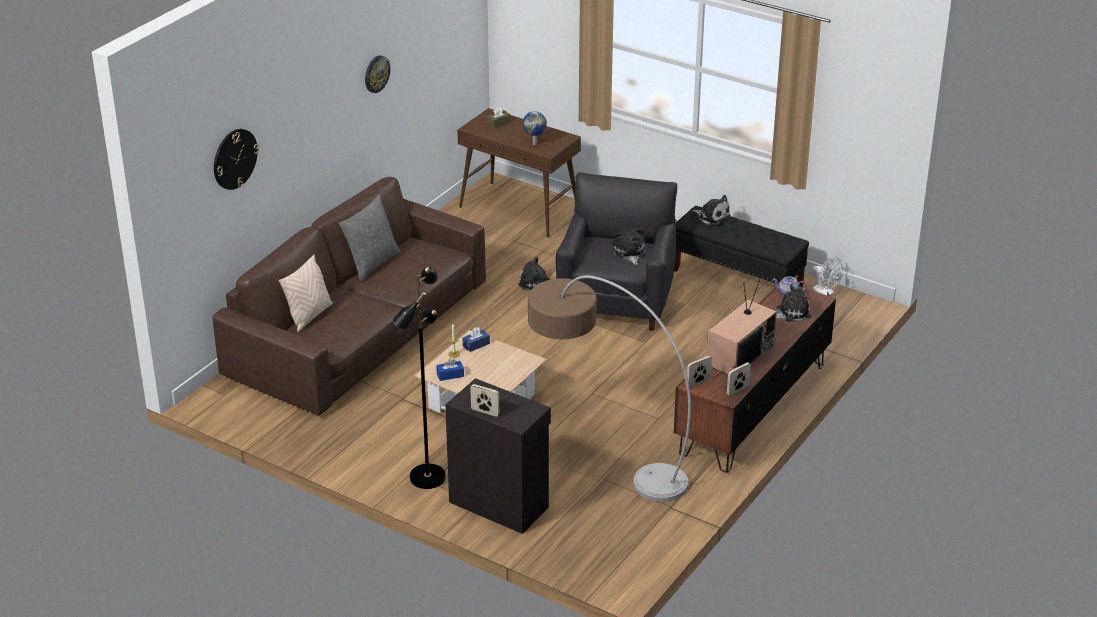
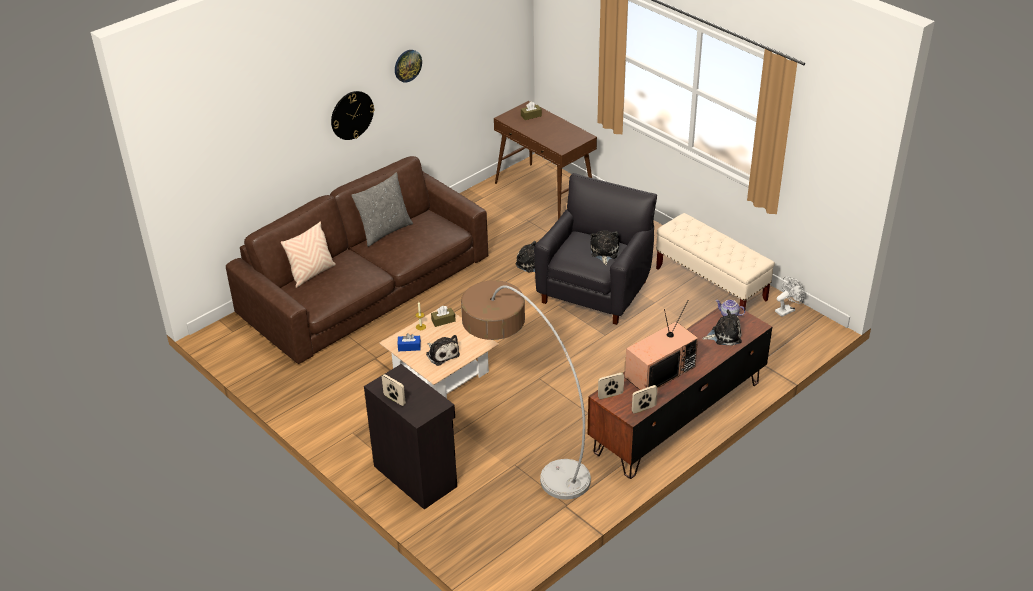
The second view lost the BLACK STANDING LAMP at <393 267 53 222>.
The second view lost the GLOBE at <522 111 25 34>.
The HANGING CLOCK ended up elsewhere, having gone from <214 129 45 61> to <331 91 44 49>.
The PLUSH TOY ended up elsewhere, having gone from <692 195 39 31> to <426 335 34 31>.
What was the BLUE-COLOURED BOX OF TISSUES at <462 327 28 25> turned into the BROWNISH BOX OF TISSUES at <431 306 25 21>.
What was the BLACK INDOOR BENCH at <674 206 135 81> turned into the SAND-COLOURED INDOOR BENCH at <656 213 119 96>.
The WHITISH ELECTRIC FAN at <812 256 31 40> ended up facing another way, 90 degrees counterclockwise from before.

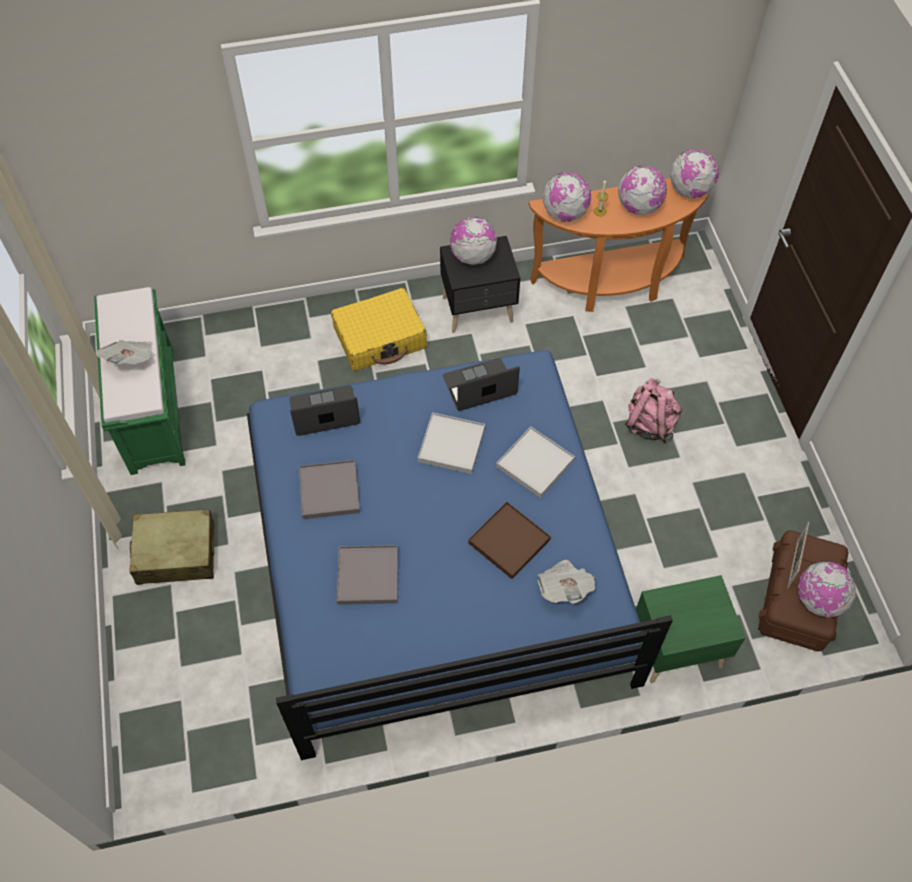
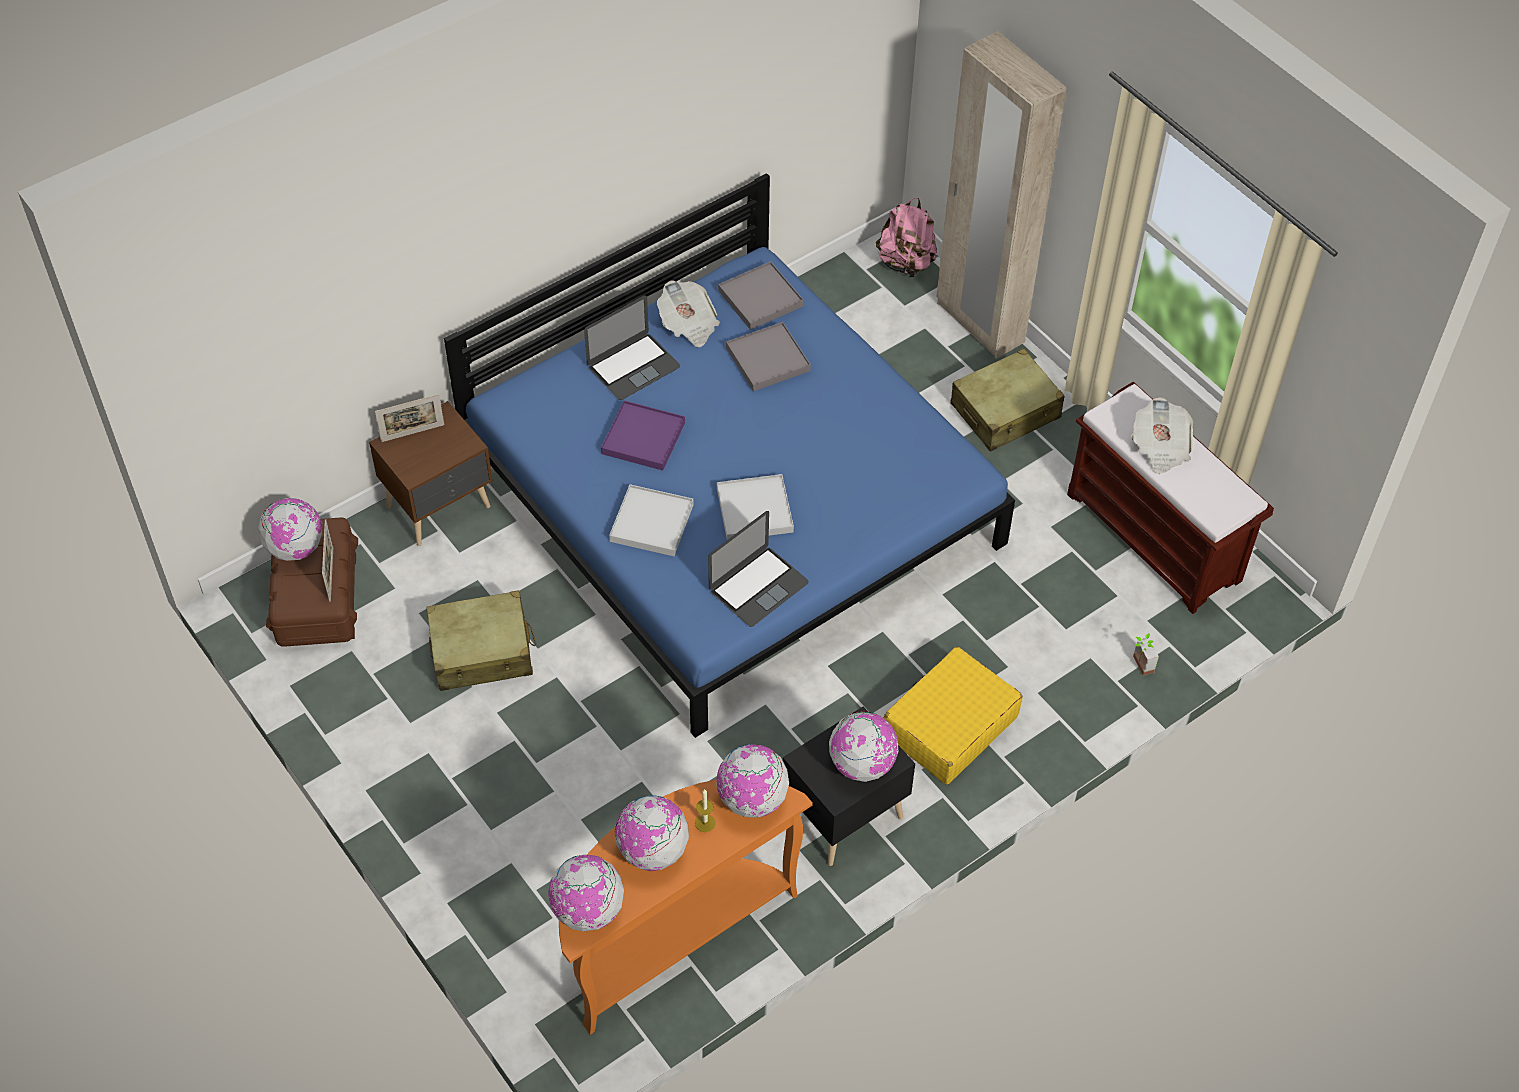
The second view gained the PICTURE FRAME at <375 394 69 48>.
The second view gained the SAND-COLOURED PIECE OF LUGGAGE at <427 590 109 101>.
The second view gained the SAND-COLOURED ARMOIRE at <937 31 130 328>.
The second view gained the PLANT IN A POT at <1133 633 26 43>.
The NOTEBOOK COMPUTER ended up elsewhere, having gone from <289 385 71 51> to <584 295 96 105>.
The GRAY SERVING TRAY ended up elsewhere, having gone from <299 460 61 59> to <718 261 85 69>.
The NEWSPAPER ended up elsewhere, having gone from <537 560 58 44> to <657 280 63 67>.
The PINK-COLOURED BACKPACK ended up elsewhere, having gone from <625 378 57 65> to <876 198 61 79>.
What was the GREEN-COLOURED INDOOR BENCH at <94 287 92 188> turned into the BROWNISH INDOOR BENCH at <1067 382 207 232>.
What was the BROWNISH SERVING TRAY at <468 502 83 77> turned into the PURPLISH SERVING TRAY at <601 400 84 71>.
What was the GREEN-COLOURED NIGHT TABLE at <636 575 109 108> turned into the BROWNISH NIGHT TABLE at <369 401 124 145>.

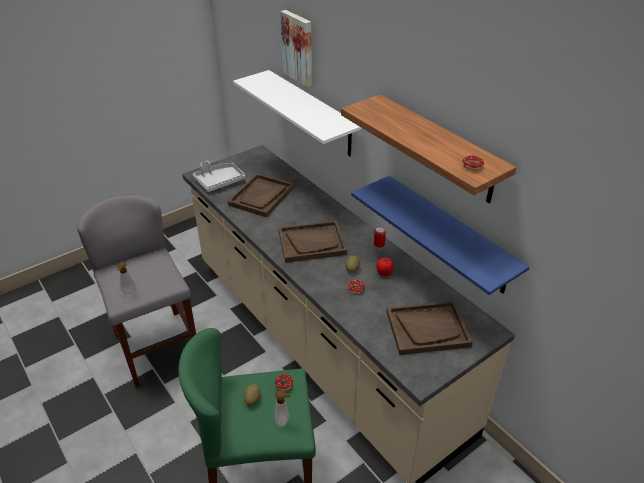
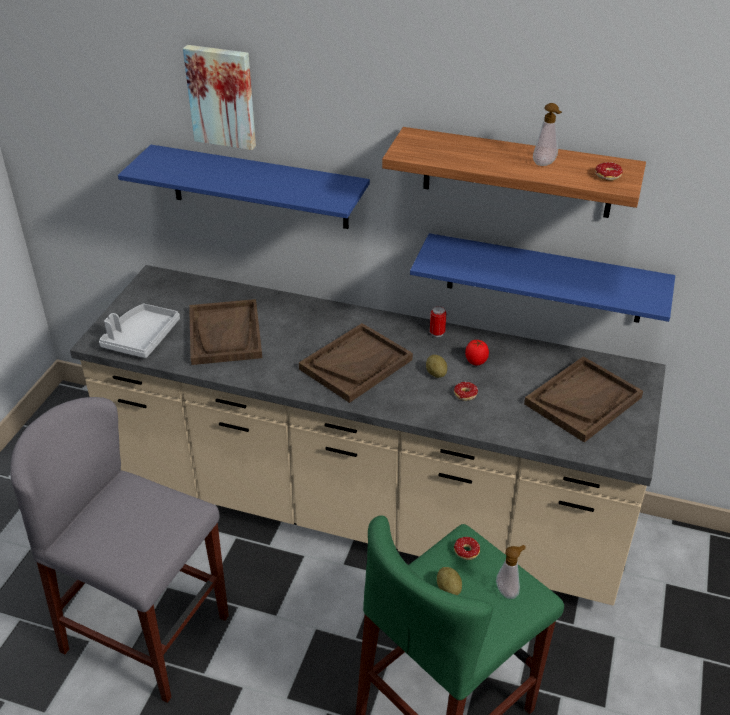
The SOAP BOTTLE ended up elsewhere, having gone from <118 262 19 32> to <533 103 29 63>.
What was the WHITISH BRACKET SHELF at <233 70 129 86> turned into the BLUE-COLOURED BRACKET SHELF at <118 145 252 84>.

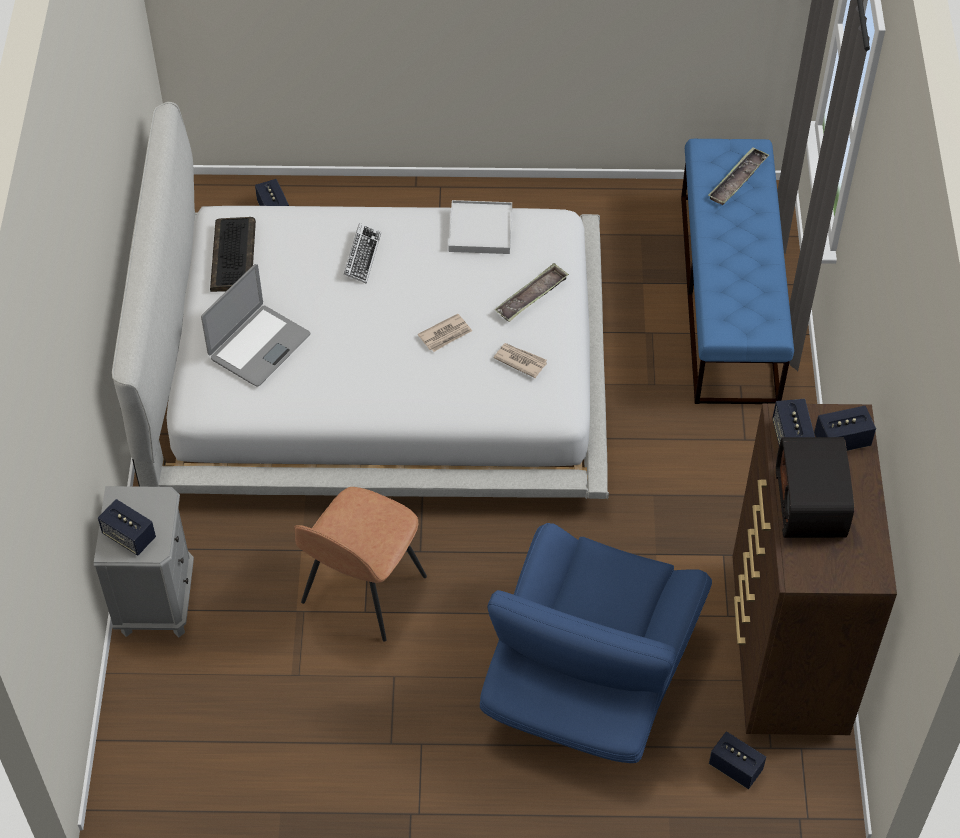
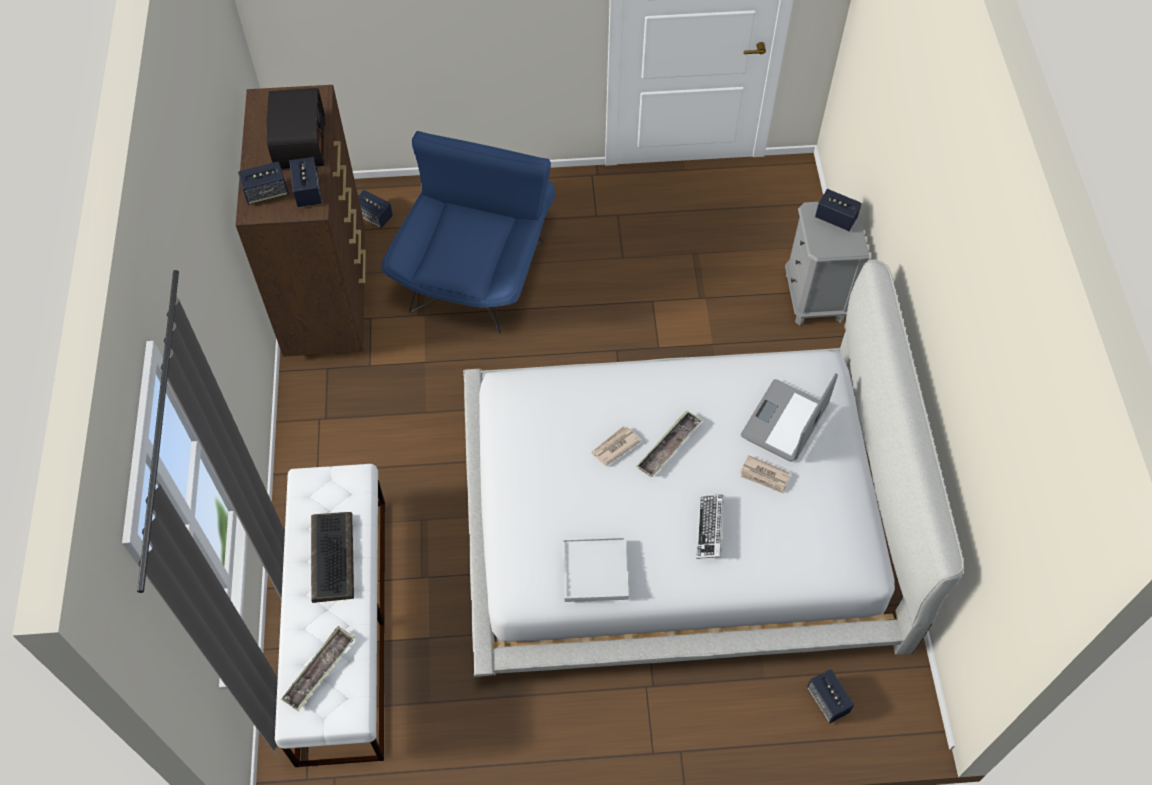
The second view lost the BROWNISH CHAIR at <294 487 133 154>.
The COMPUTER KEYBOARD ended up elsewhere, having gone from <210 217 46 75> to <311 512 43 91>.
The SERVING TRAY ended up elsewhere, having gone from <494 263 75 59> to <636 410 66 67>.
The NEWSPAPER ended up elsewhere, having gone from <494 343 53 35> to <740 455 51 39>.
What was the BLUE-COLOURED INDOOR BENCH at <681 139 113 265> turned into the WHITISH INDOOR BENCH at <275 464 110 303>.

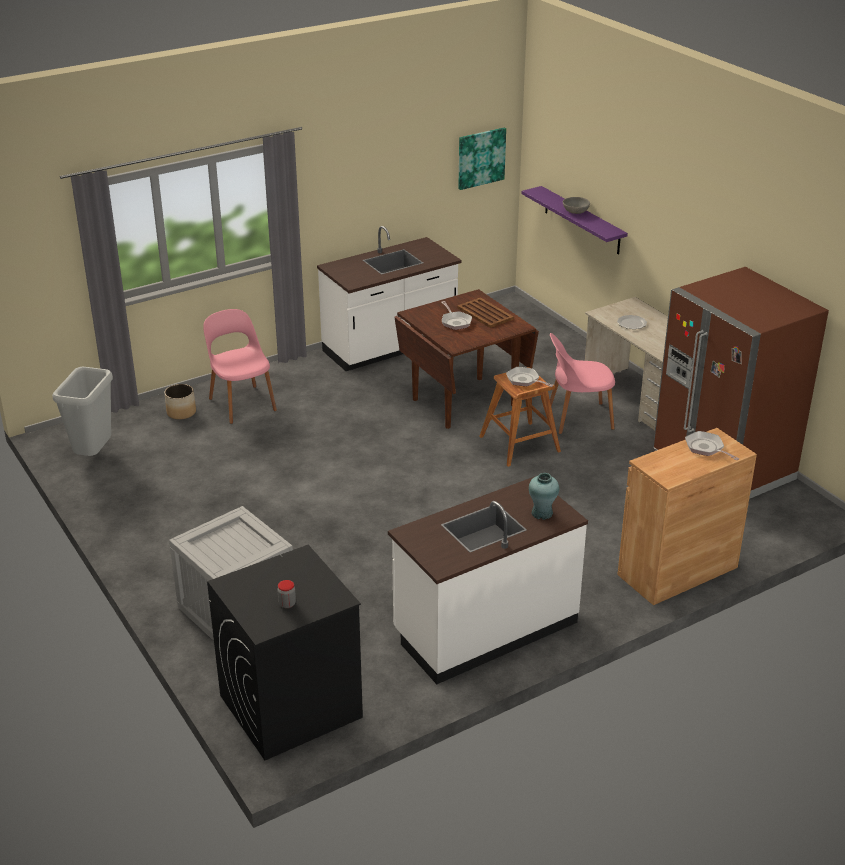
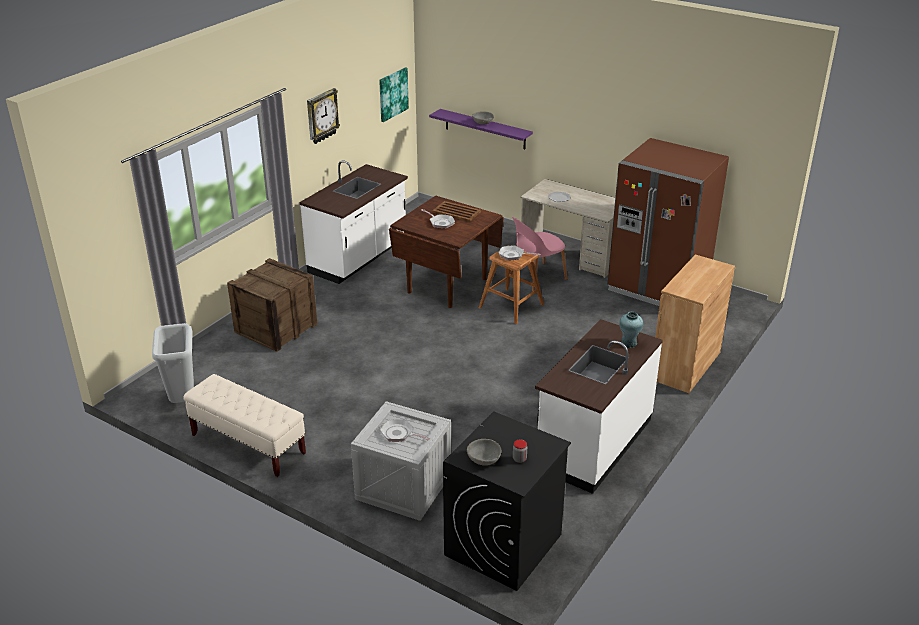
The second view lost the PLANTER at <164 384 32 36>.
The second view gained the SAND-COLOURED INDOOR BENCH at <183 374 123 103>.
The second view gained the HANGING CLOCK at <307 88 33 56>.
The second view gained the GRAY BOWL at <467 439 34 27>.
The FRYING PAN ended up elsewhere, having gone from <685 431 55 29> to <380 419 50 23>.
Where the PINK-COLOURED CHAIR stood at <203 309 74 115>, the SHIPPING CRATE came to stand at <227 258 90 94>.

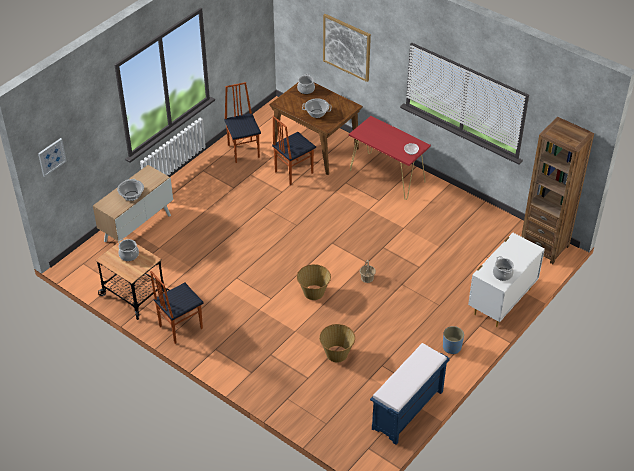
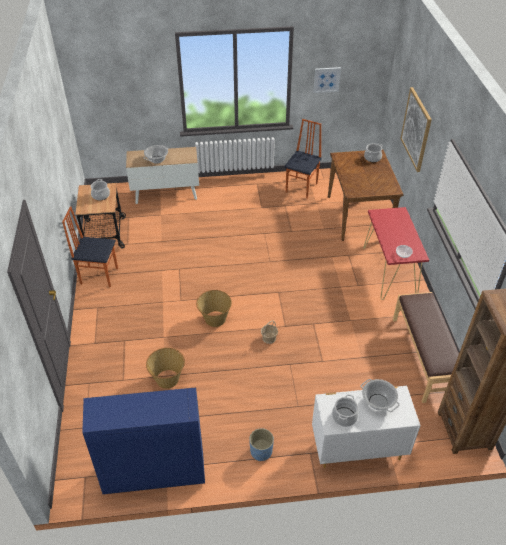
The second view lost the CHAIR at <272 116 44 69>.
The second view gained the BROWNISH INDOOR BENCH at <393 292 66 111>.
The WALL PICTURE ended up elsewhere, having gone from <38 138 29 39> to <313 67 28 26>.
The SAUCEPOT ended up elsewhere, having gone from <302 98 30 20> to <361 379 39 33>.
Where the BLUE-COLOURED INDOOR BENCH stood at <370 343 79 102>, the BLUE-COLOURED CUPBOARD came to stand at <82 387 123 107>.

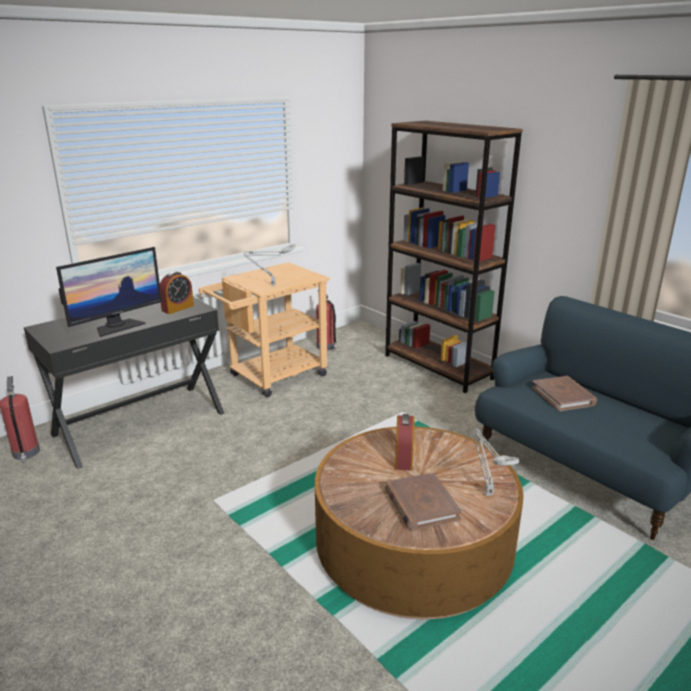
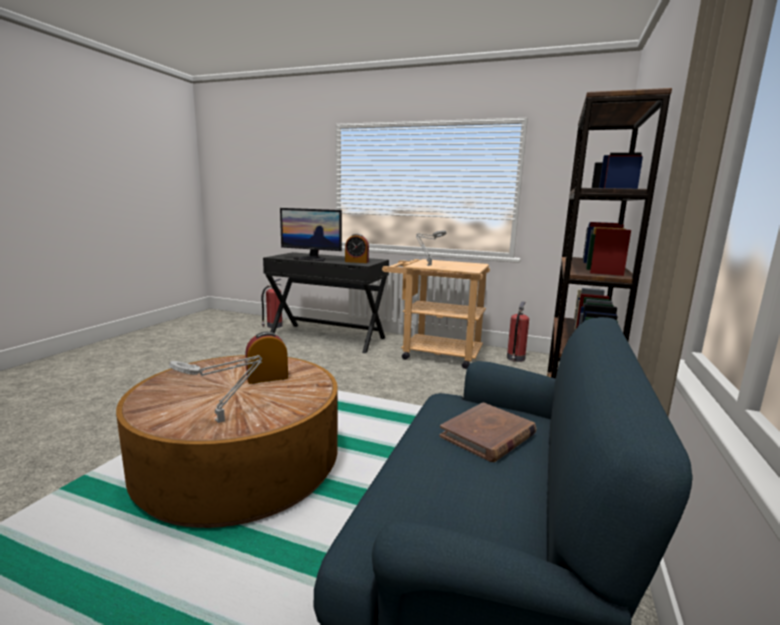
The second view lost the BROWNISH BOOK at <385 472 77 59>.

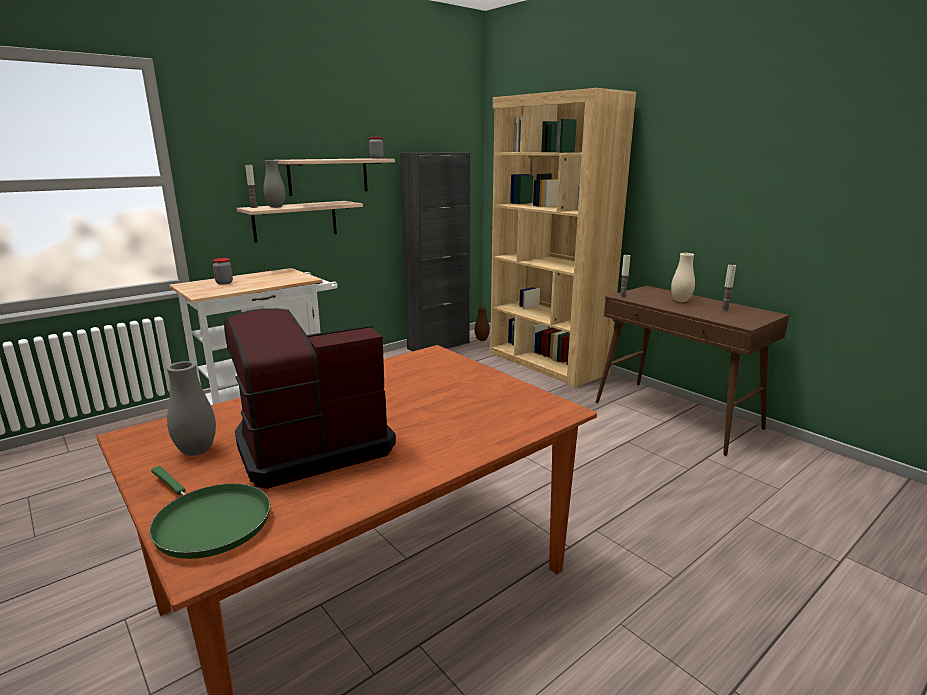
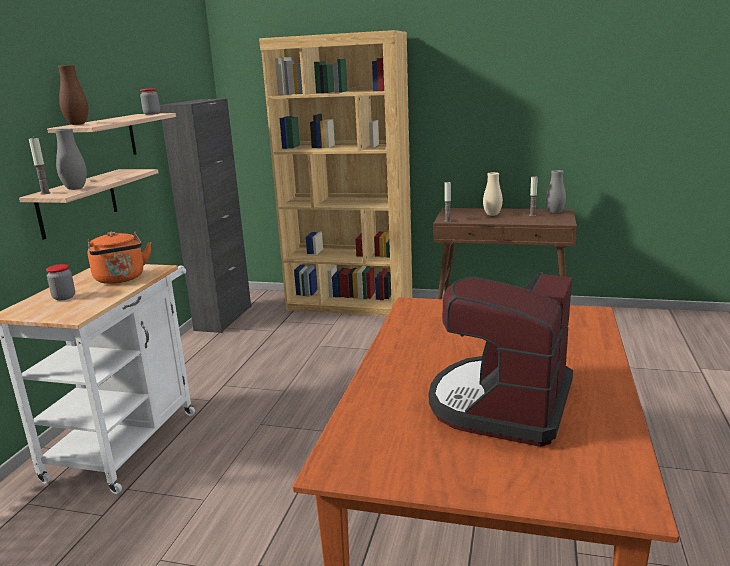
The second view lost the GREEN-COLOURED FRYING PAN at <149 466 121 93>.
The second view gained the ORANGE-COLOURED TEA KETTLE at <87 232 64 52>.
The GRAY VASE ended up elsewhere, having gone from <167 361 49 95> to <546 170 20 44>.
The BROWNISH VASE ended up elsewhere, having gone from <475 308 15 33> to <58 65 30 60>.

